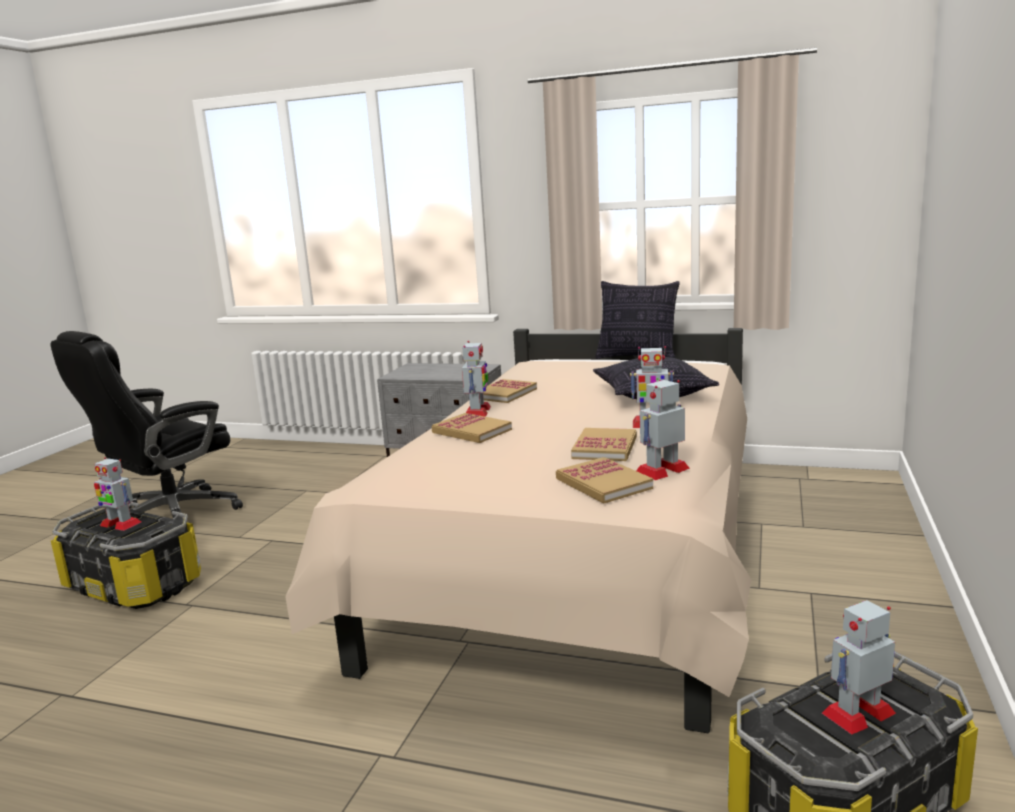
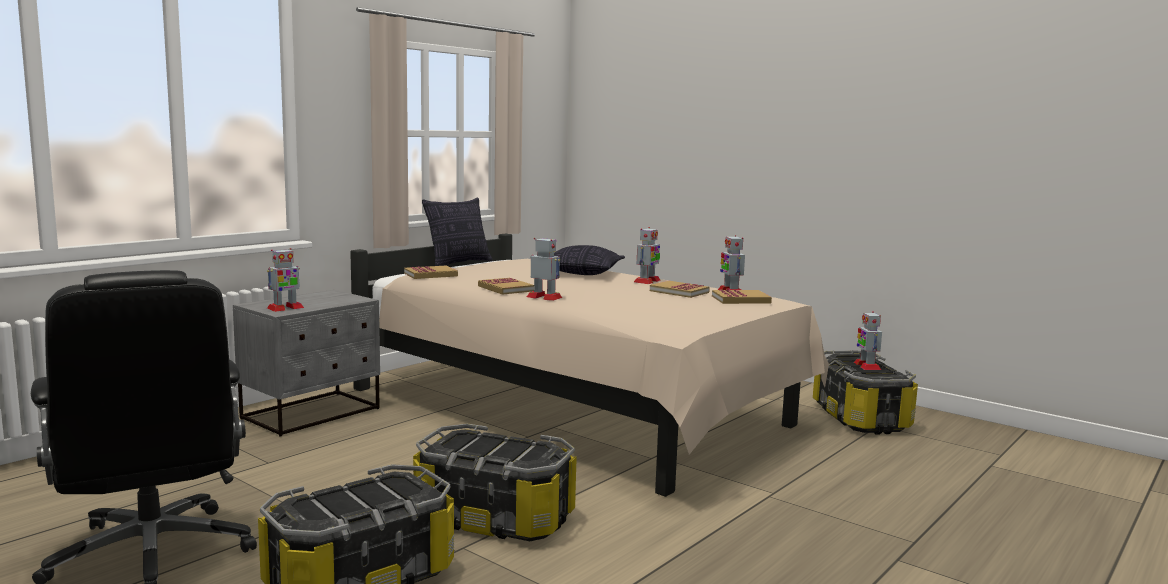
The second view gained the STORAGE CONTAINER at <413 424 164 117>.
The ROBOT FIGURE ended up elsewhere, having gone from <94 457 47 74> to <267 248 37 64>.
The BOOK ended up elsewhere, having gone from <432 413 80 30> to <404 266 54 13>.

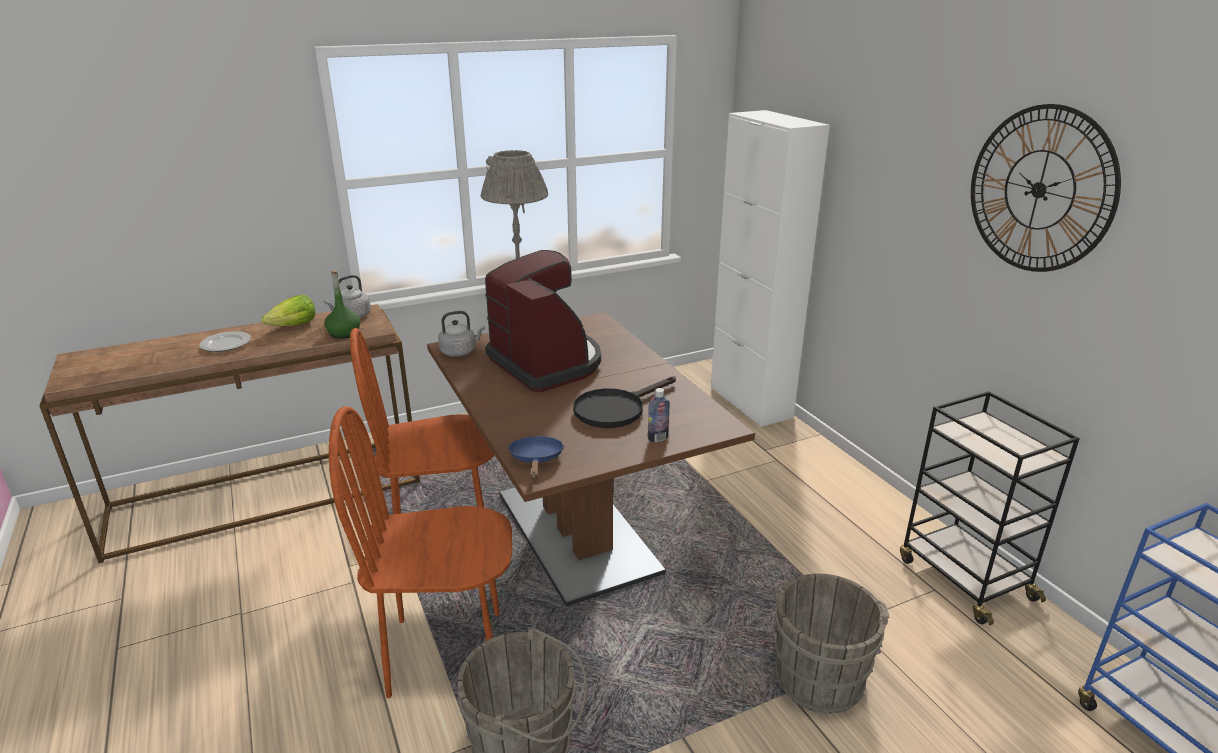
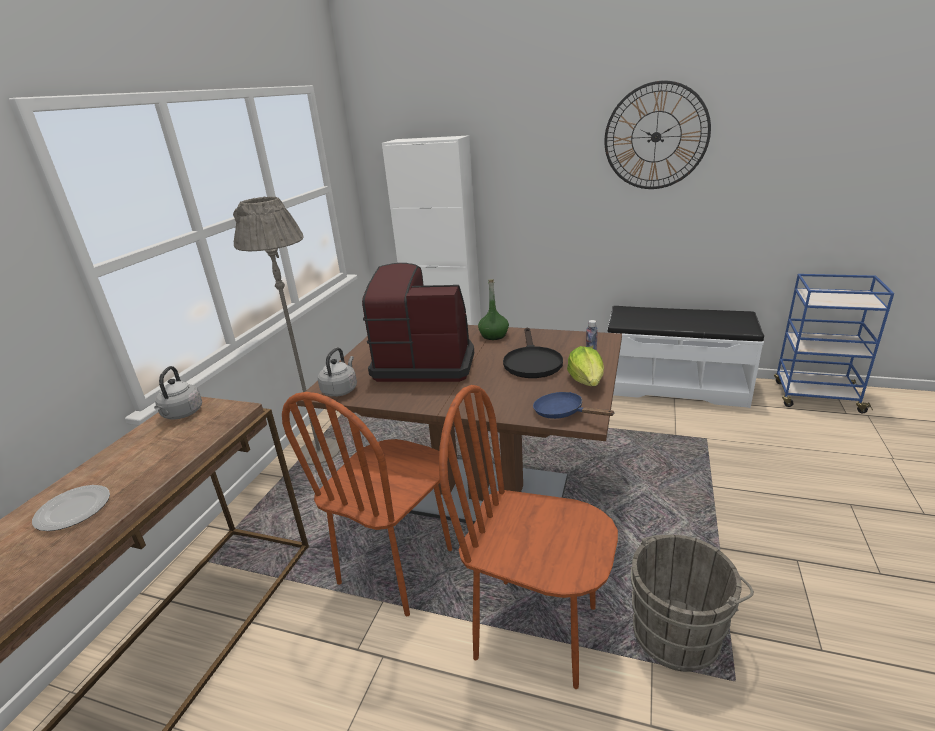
The second view lost the GRAY PAIL at <775 574 115 140>.
The LETTUCE HEAD ended up elsewhere, having gone from <261 295 55 31> to <567 346 37 40>.
The GREEN-COLOURED BOTTLE ended up elsewhere, having gone from <324 271 36 68> to <478 279 31 61>.
Where the BLACK WHEELED CART stood at <900 391 180 235>, the WHITISH INDOOR BENCH came to stand at <607 306 157 102>.
The BROWNISH CHAIR at <329 406 183 292> ended up facing another way, 75 degrees clockwise from before.

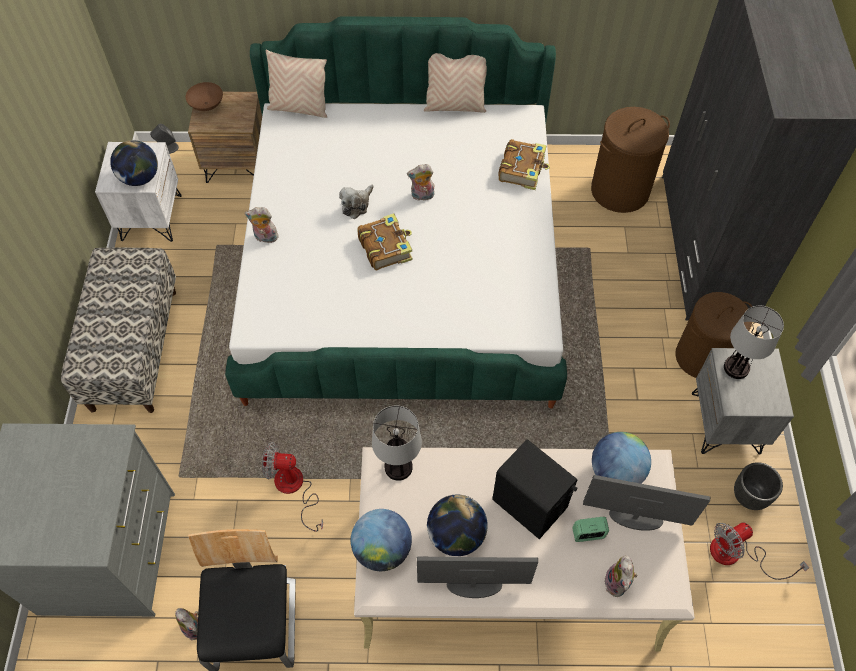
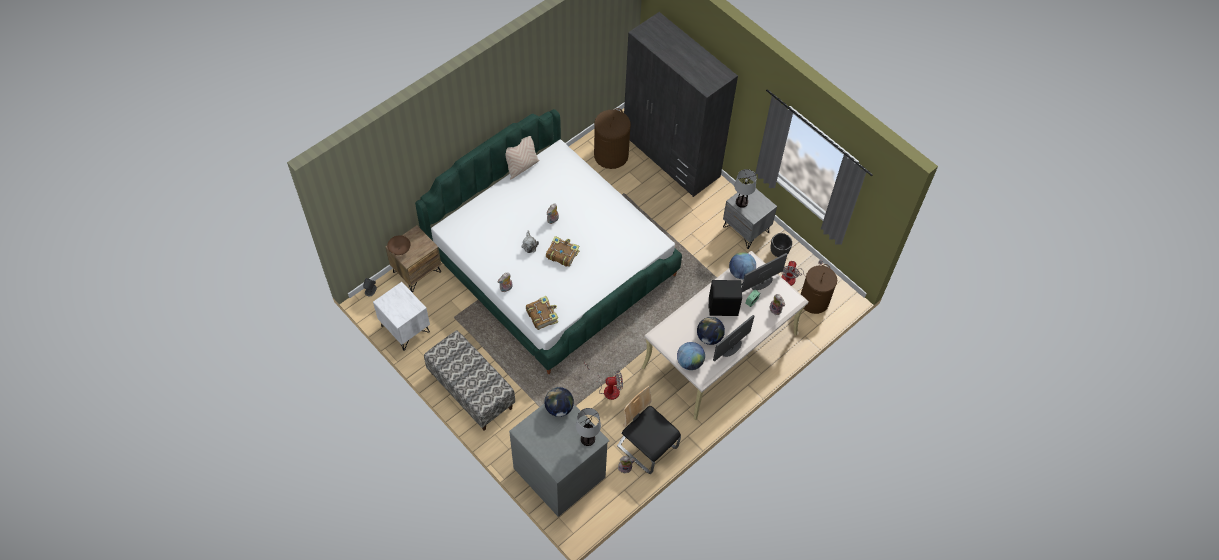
The second view lost the SAND-COLOURED CUSHION at <266 50 61 68>.
The GLOBE ended up elsewhere, having gone from <110 140 48 46> to <544 387 30 30>.
The TABLETOP LAMP ended up elsewhere, having gone from <372 406 50 75> to <576 408 25 38>.
The BOOK ended up elsewhere, having gone from <498 139 52 51> to <526 296 32 34>.
The BROWNISH WASHING BASKET ended up elsewhere, having gone from <675 292 77 86> to <801 264 36 50>.
The ELECTRIC FAN at <262 442 61 90> ended up facing another way, 150 degrees counterclockwise from before.

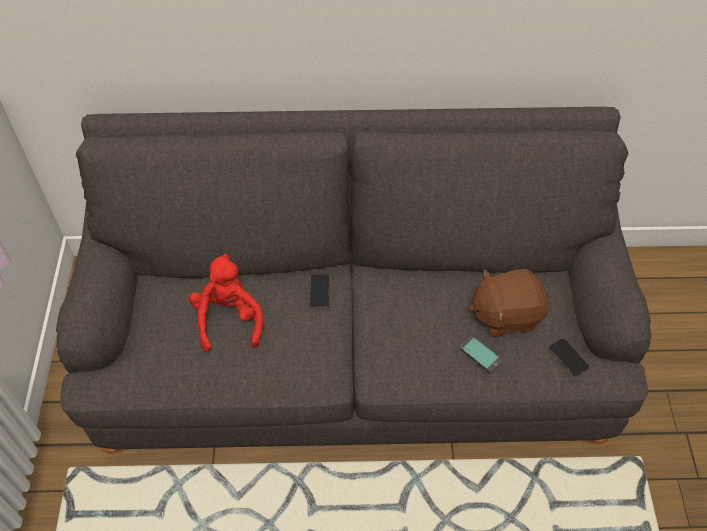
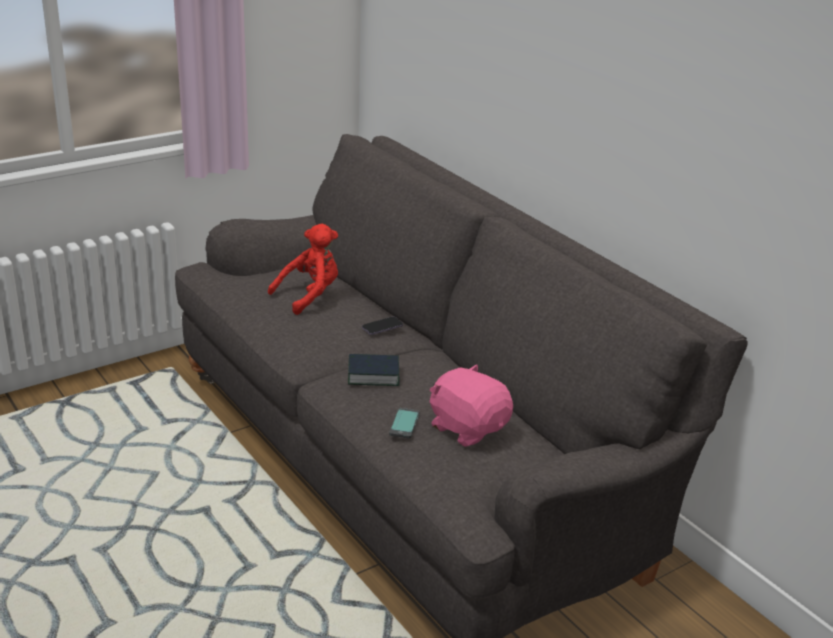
The second view lost the HANDSET at <549 338 40 39>.
The second view gained the BOOK at <348 354 51 32>.
What was the BROWNISH PLUSH TOY at <468 269 81 68> turned into the PINK-COLOURED PLUSH TOY at <429 364 84 83>.

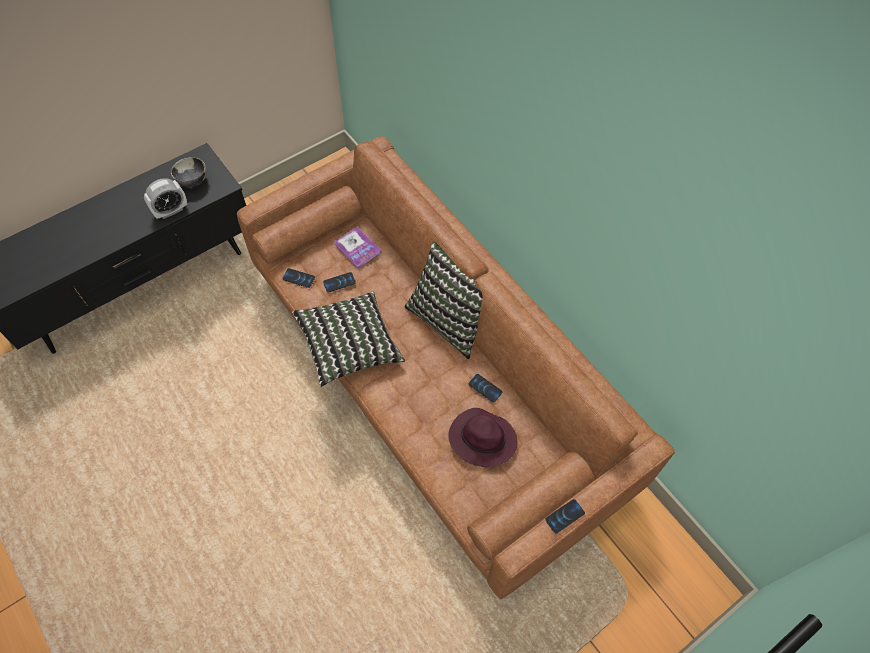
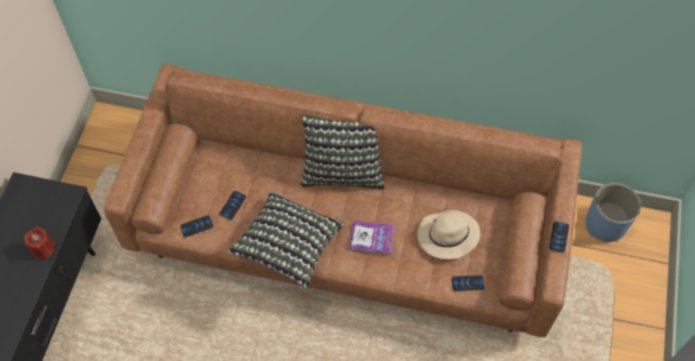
The second view lost the BOWL at <171 157 35 30>.
The second view gained the BLUE-COLOURED PLANTER at <586 183 55 59>.
The BOOK ended up elsewhere, having gone from <334 227 48 42> to <349 220 45 35>.
The HANDSET ended up elsewhere, having gone from <469 374 33 29> to <452 275 33 16>.
Where the ALARM CLOCK stood at <144 178 43 41>, the RED WAX LIGHT came to stand at <24 227 31 32>.
What was the PURPLISH HAT at <448 408 70 60> turned into the SAND-COLOURED HAT at <417 210 63 49>.

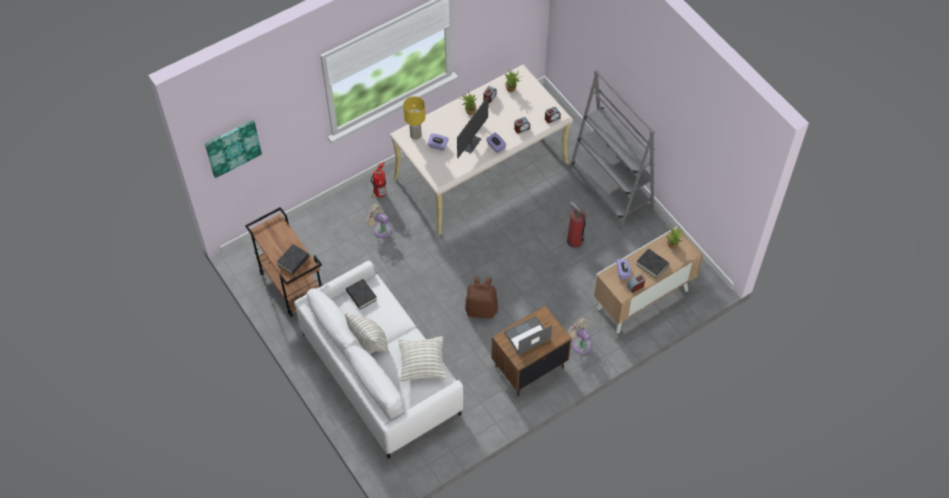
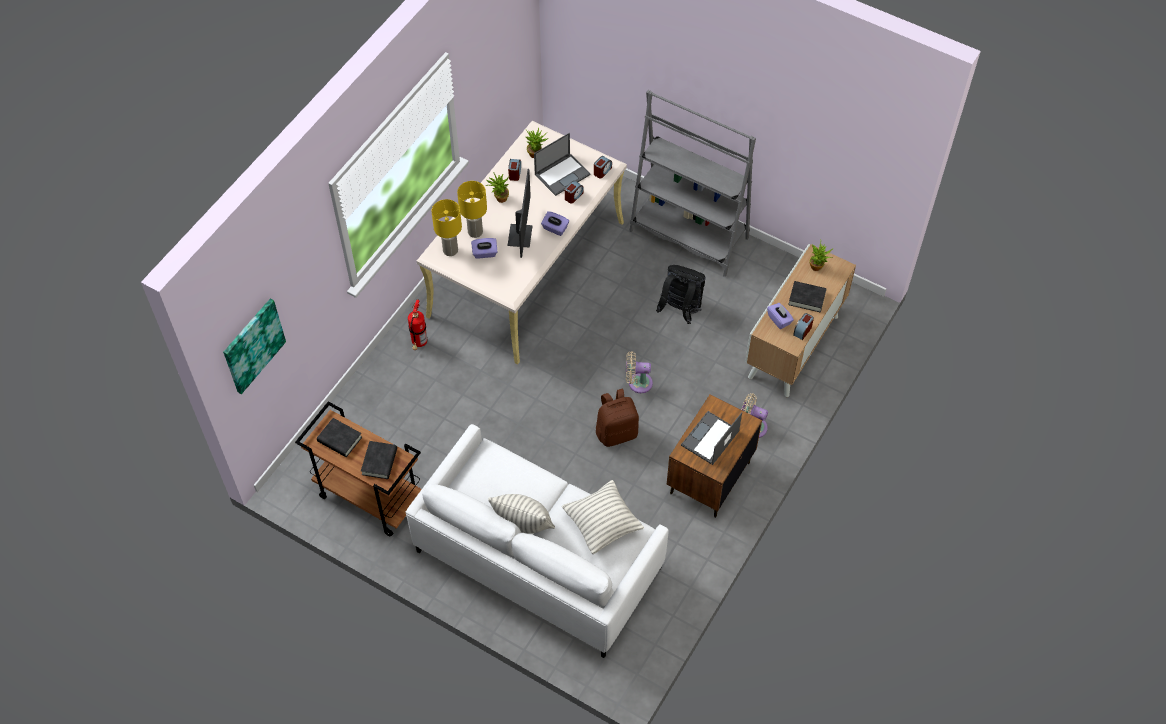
The second view gained the YELLOWISH TABLETOP LAMP at <457 181 30 57>.
The second view gained the NOTEBOOK COMPUTER at <534 133 57 63>.
The BLACK BOOK ended up elsewhere, having gone from <346 279 31 30> to <317 418 45 39>.
The SAND-COLOURED ELECTRIC FAN ended up elsewhere, having gone from <366 204 26 34> to <626 351 27 42>.
Where the FIRE-FIGHTING CYLINDER stood at <567 201 19 47>, the BLACK BACKPACK came to stand at <656 265 50 59>.

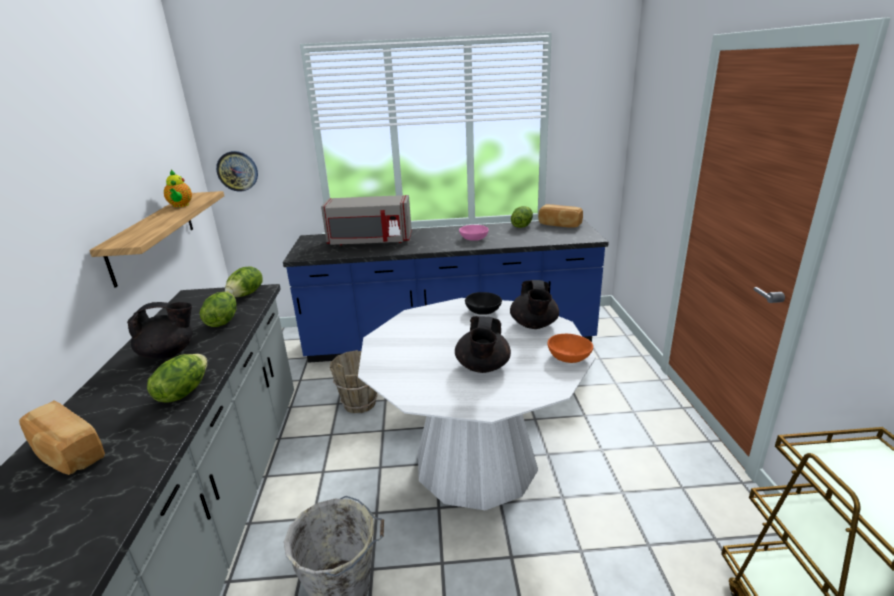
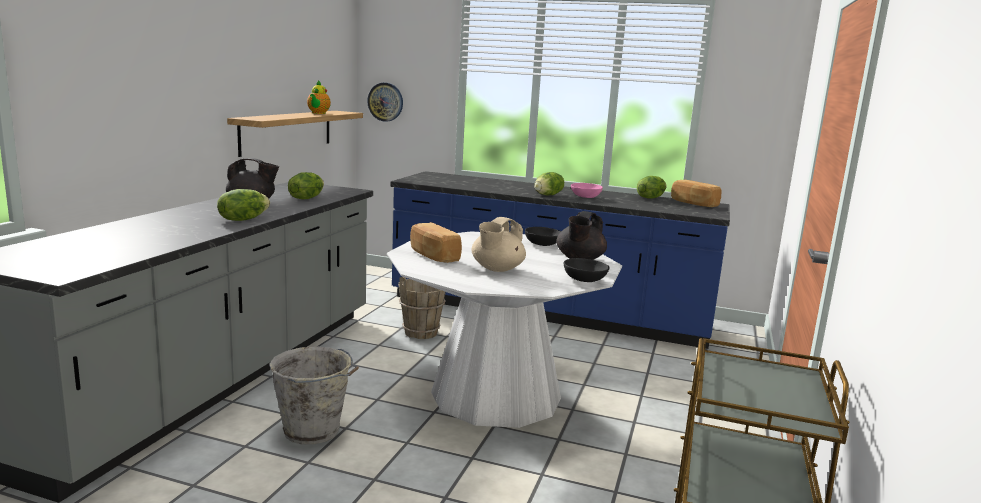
The second view lost the GRAY MICROWAVE OVEN at <321 195 91 50>.
The BAKERY BREAD ended up elsewhere, having gone from <19 400 86 75> to <410 222 52 41>.
The LETTUCE HEAD ended up elsewhere, having gone from <225 267 38 30> to <534 172 30 23>.
What was the BLACK POT FOR TEA at <455 316 56 57> turned into the SAND-COLOURED POT FOR TEA at <471 217 55 55>.
What was the ORANGE-COLOURED BOWL at <547 334 46 29> turned into the BLACK BOWL at <564 258 46 24>.

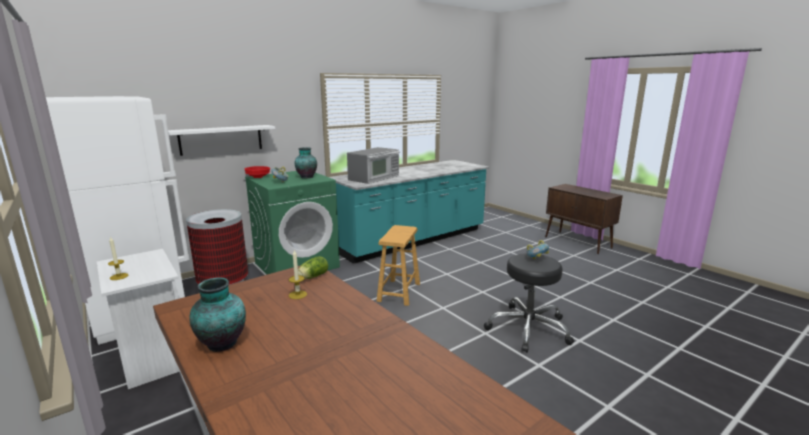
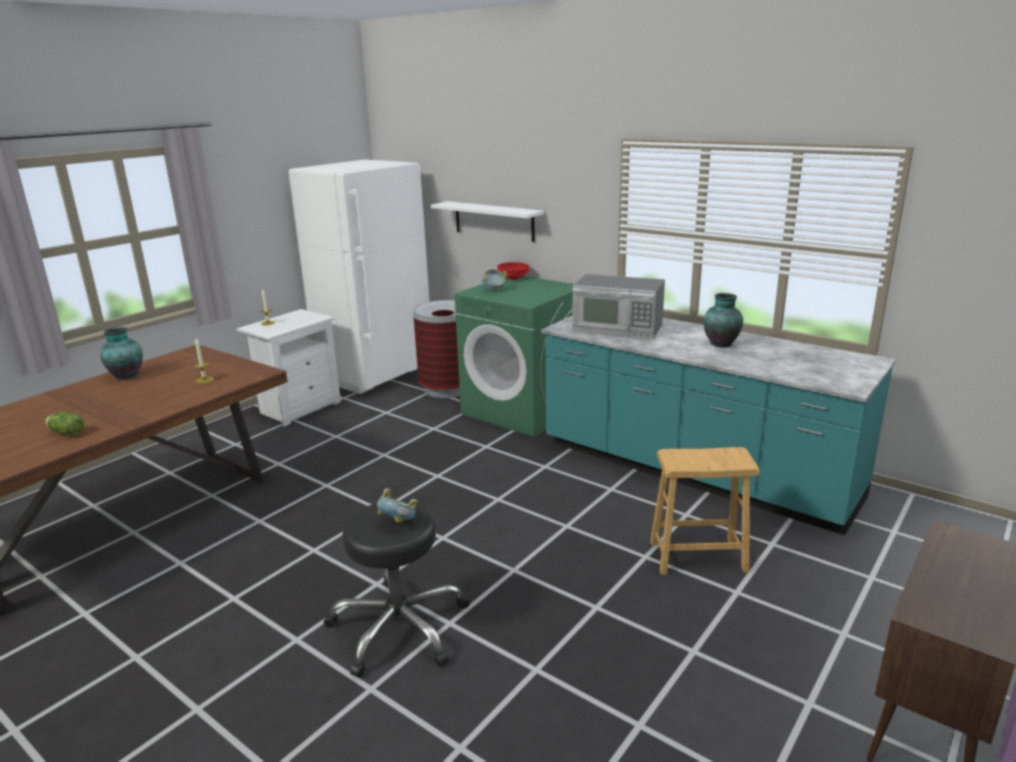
The VASE ended up elsewhere, having gone from <295 147 22 31> to <703 293 40 55>.
The LETTUCE HEAD ended up elsewhere, having gone from <298 256 30 23> to <45 412 40 24>.
The BROWNISH STOOL SEAT ended up elsewhere, having gone from <377 225 43 81> to <650 447 110 128>.

